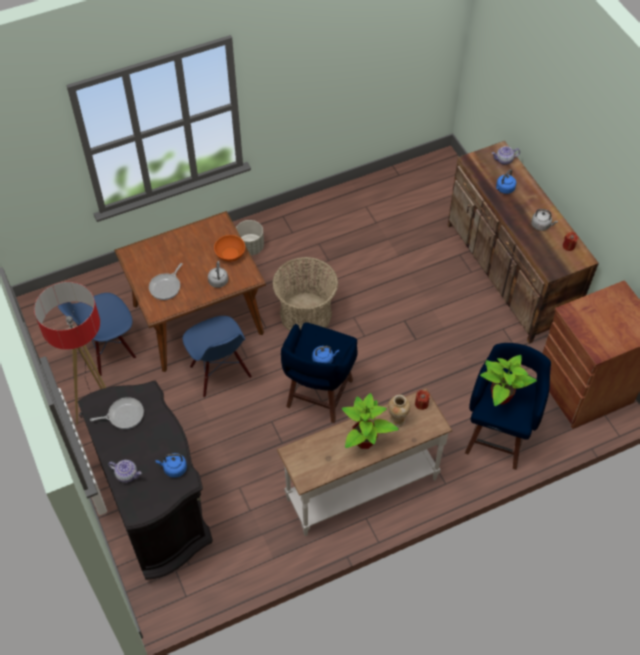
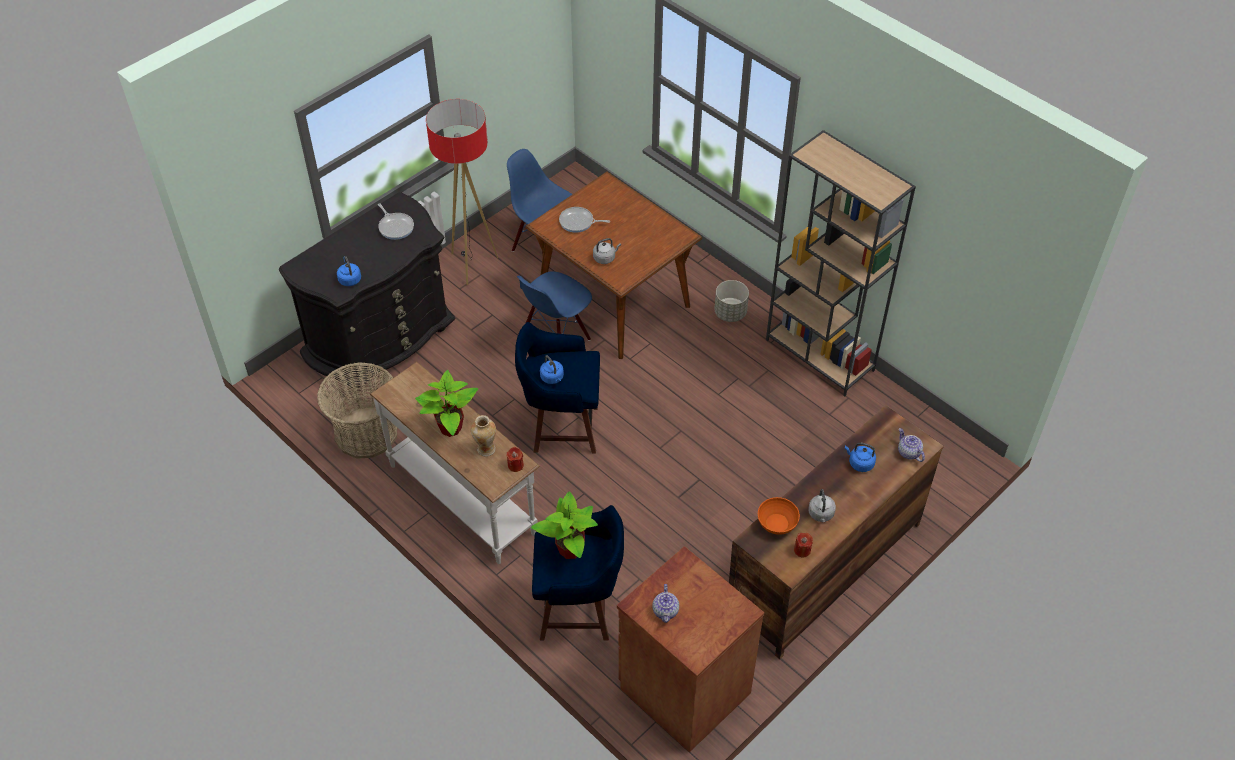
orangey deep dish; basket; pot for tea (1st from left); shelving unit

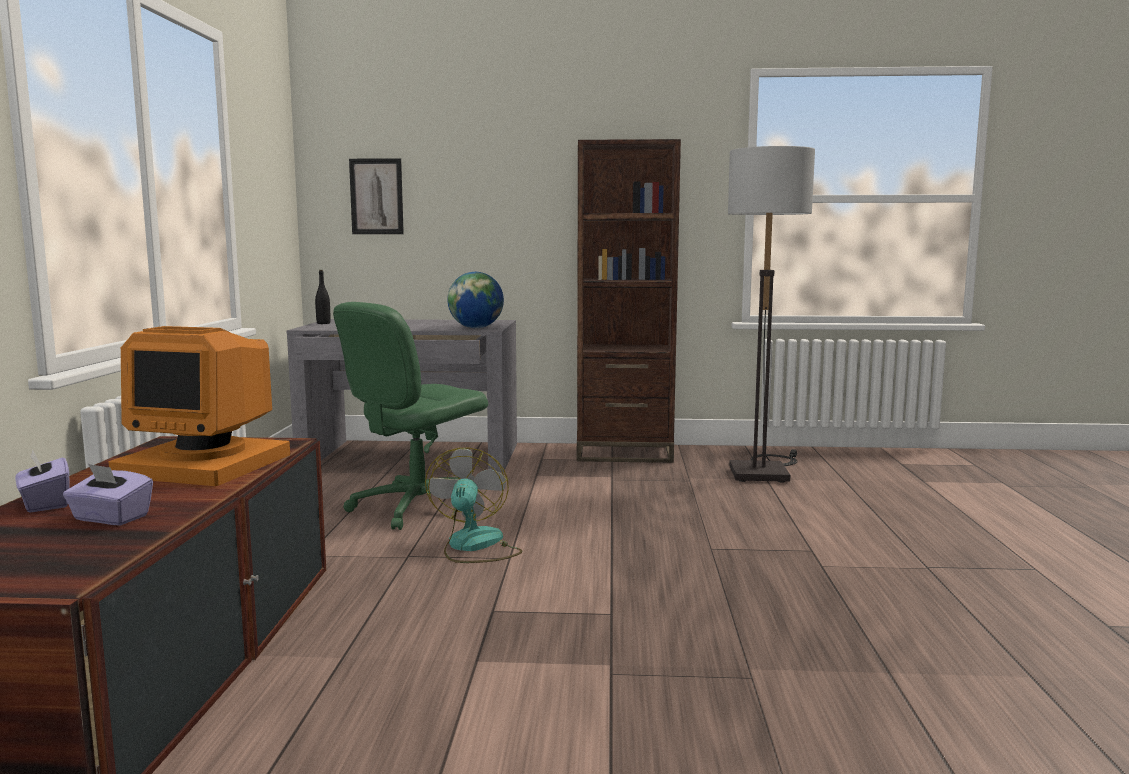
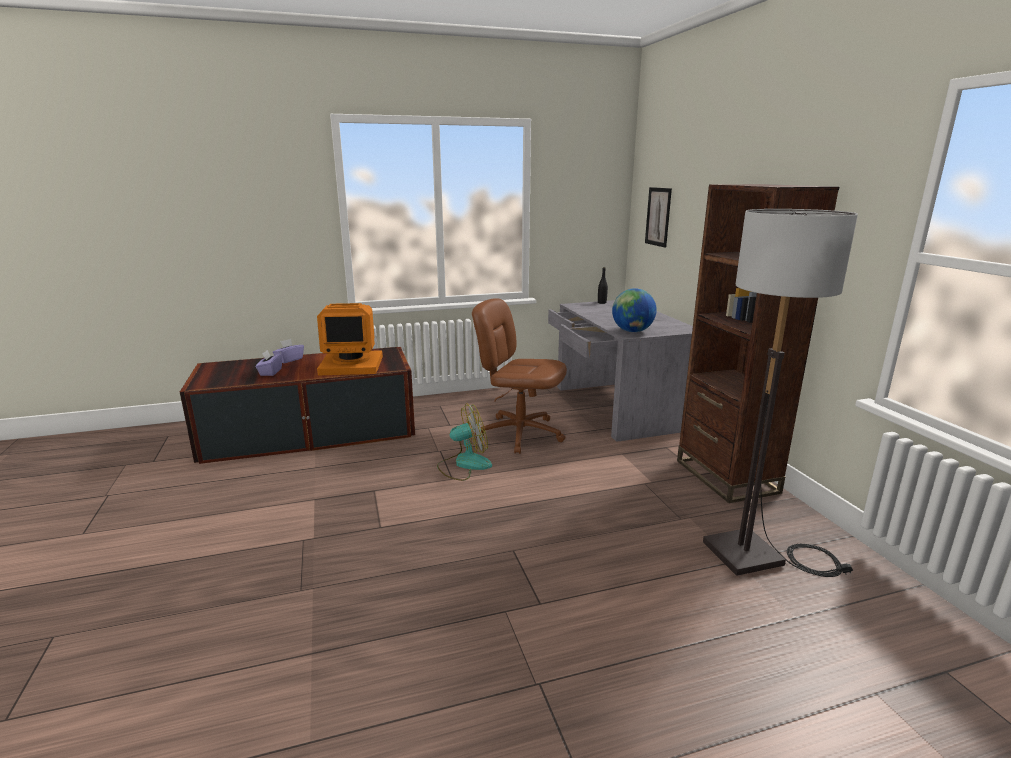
brown-coloured computer chair; computer screen

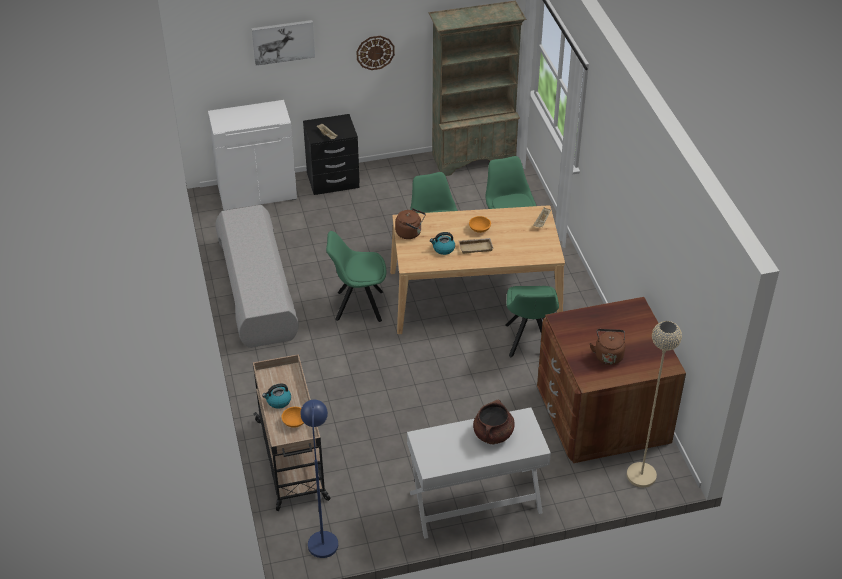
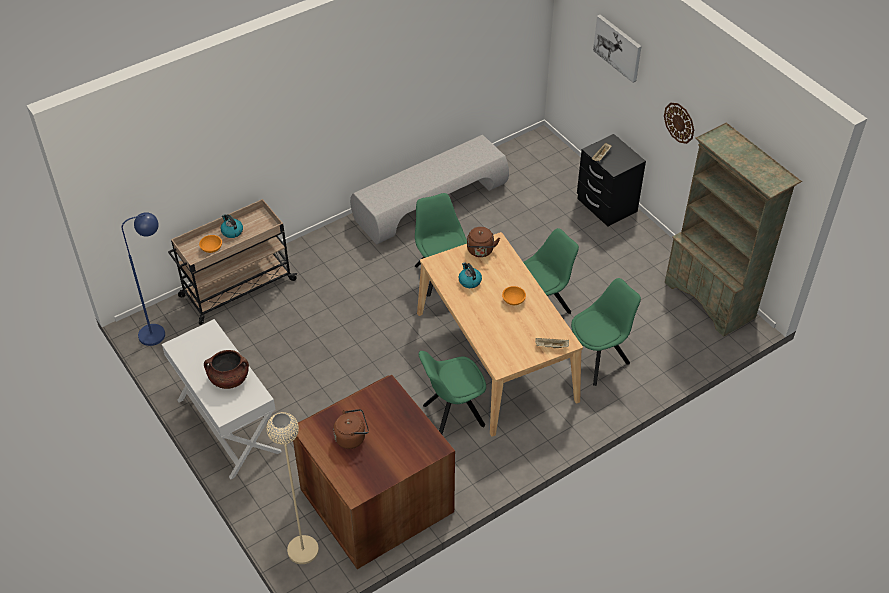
whitish cupboard; beige tray (2nd from left in the first image)

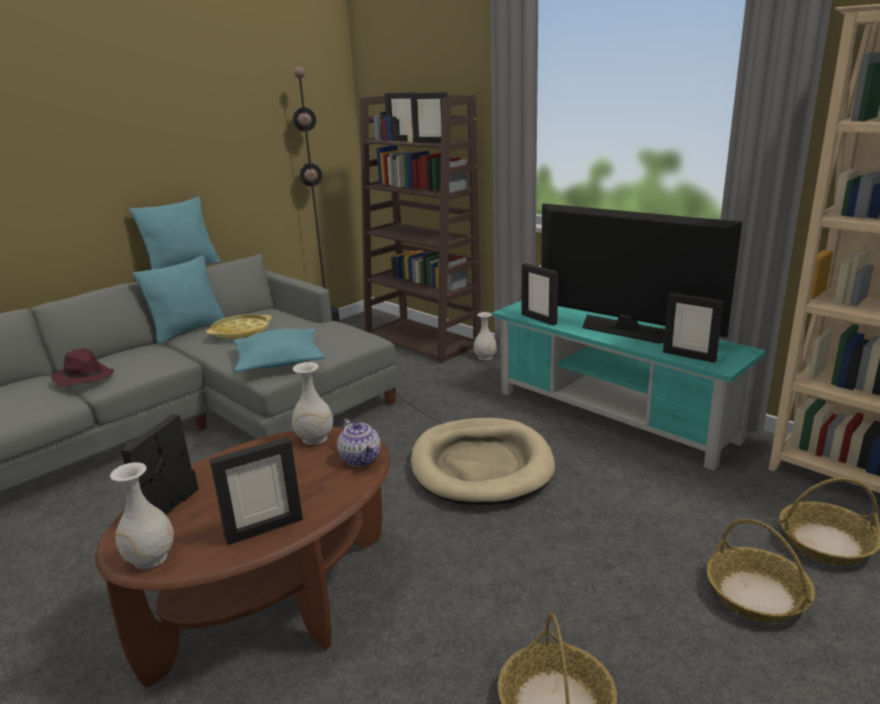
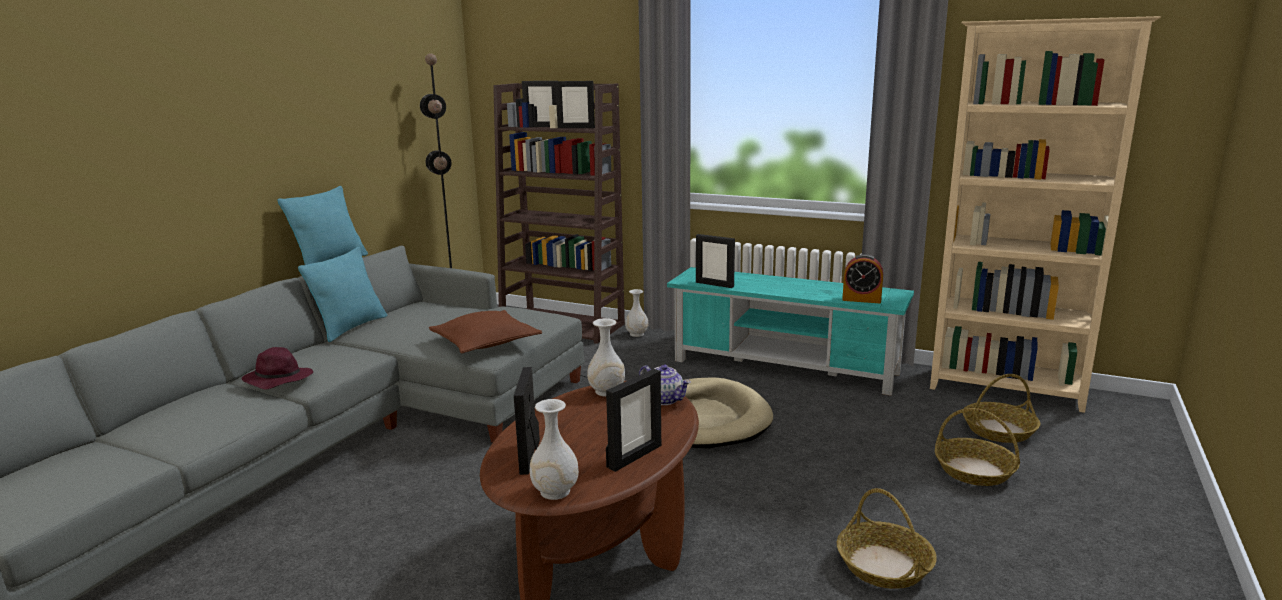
television; bedside clock; yellowish tray; brown-coloured cushion

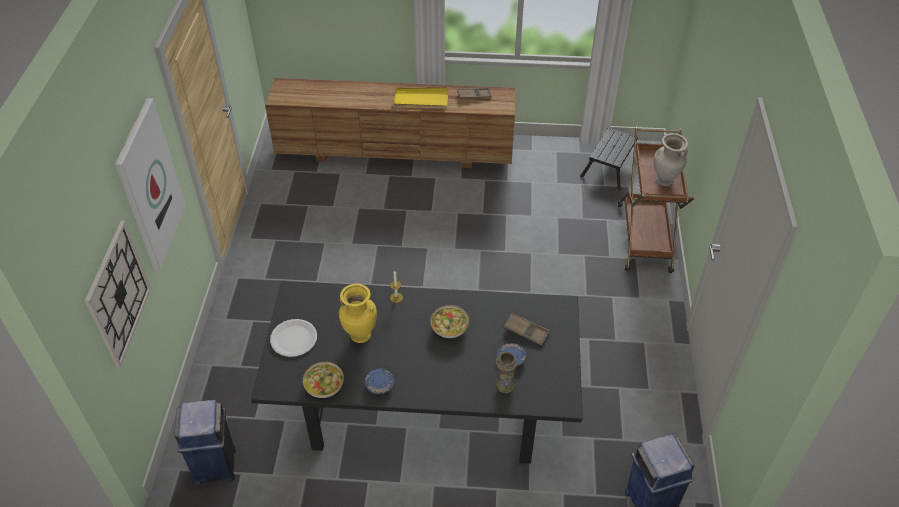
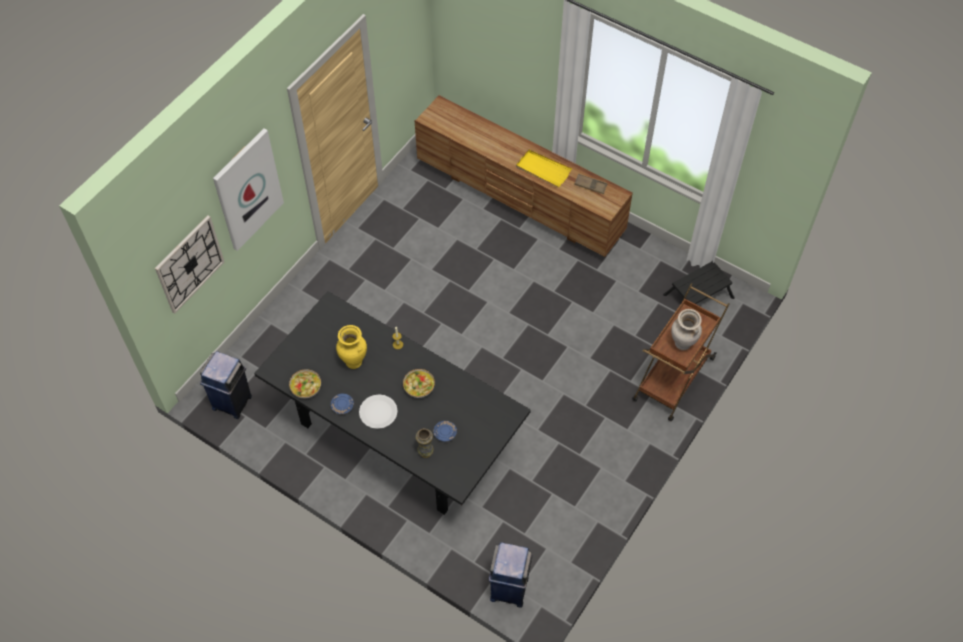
brown-coloured tray (2nd from left in the first image); whitish dinner plate

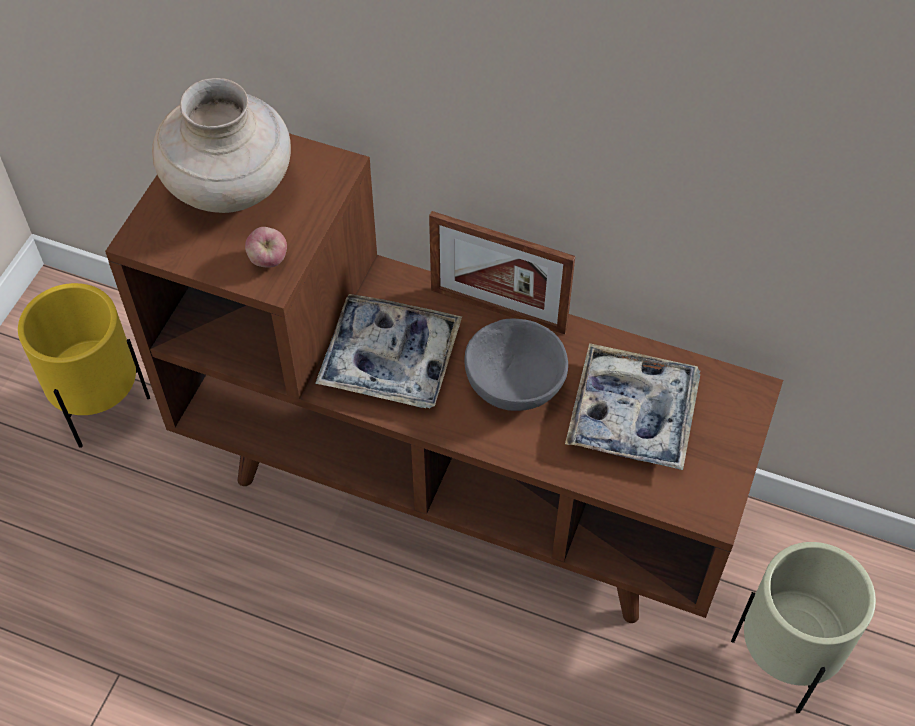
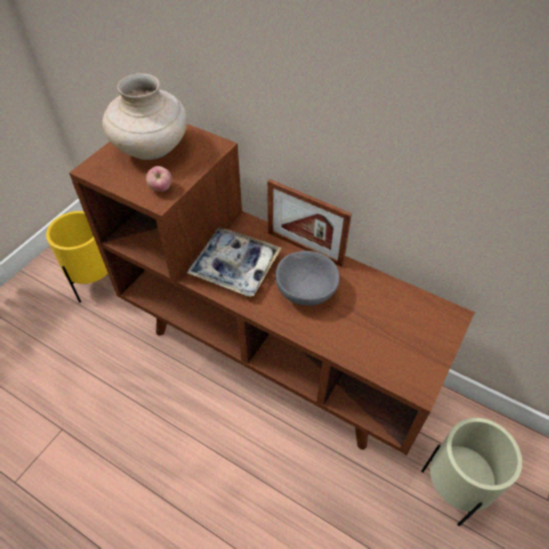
tray (2nd from left in the first image)

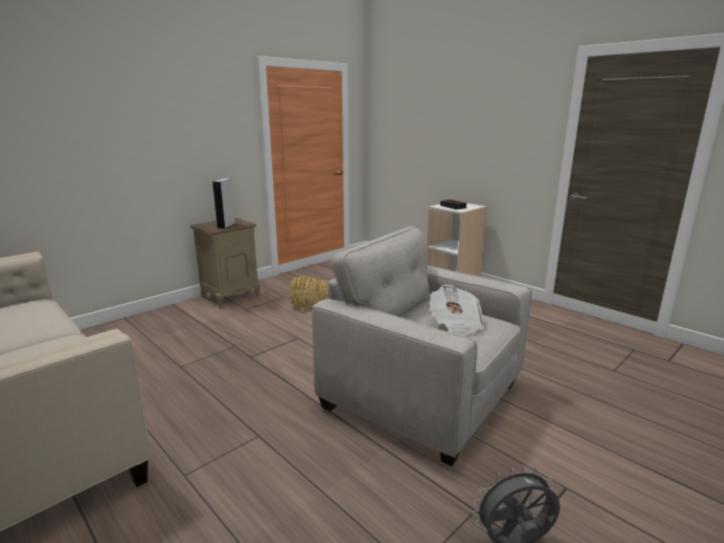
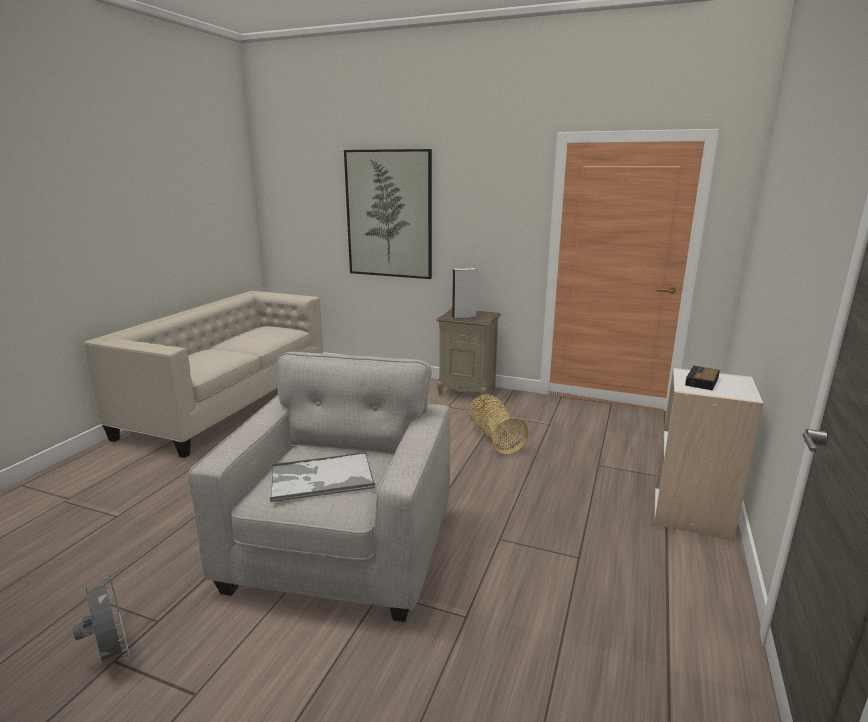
tray; wall art

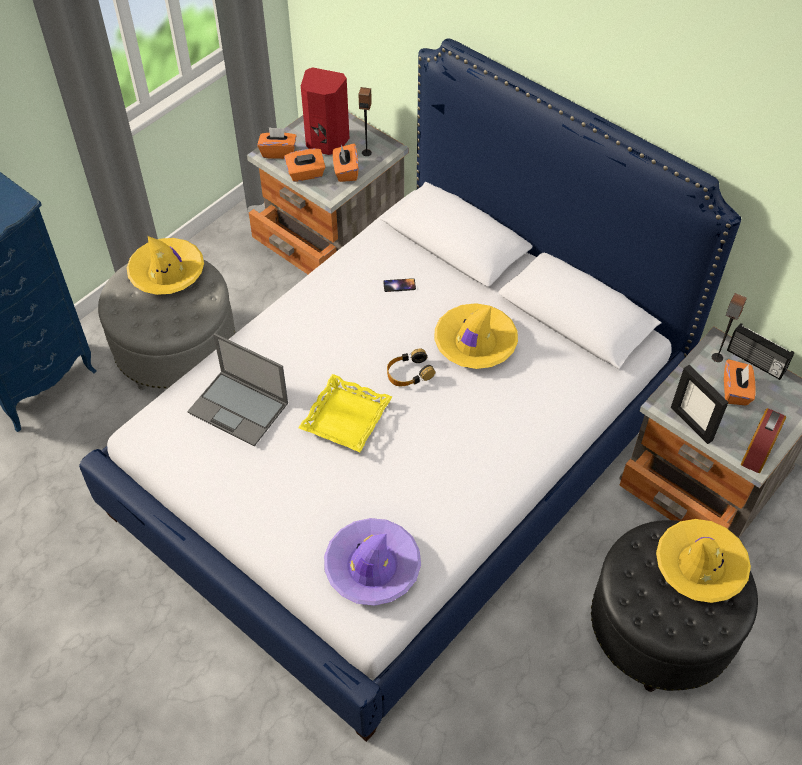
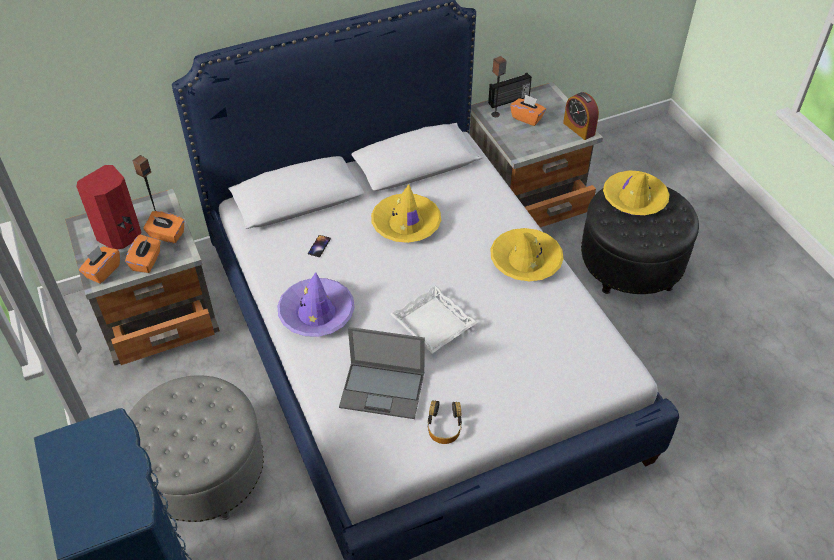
yellowish clothing hat (2nd from left); portable computer; pair of headphones; picture frame; whitish tray; purple-coloured clothing hat

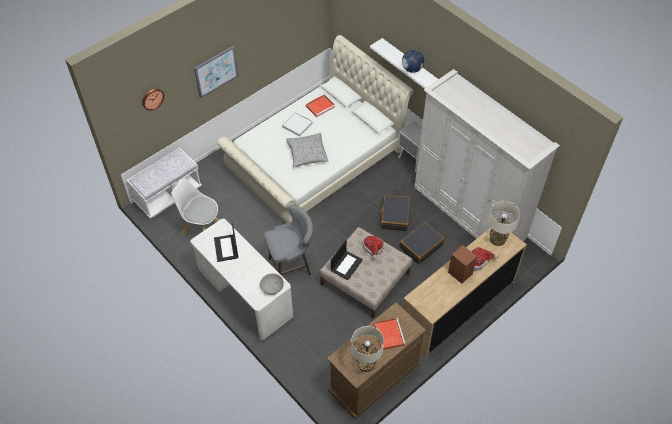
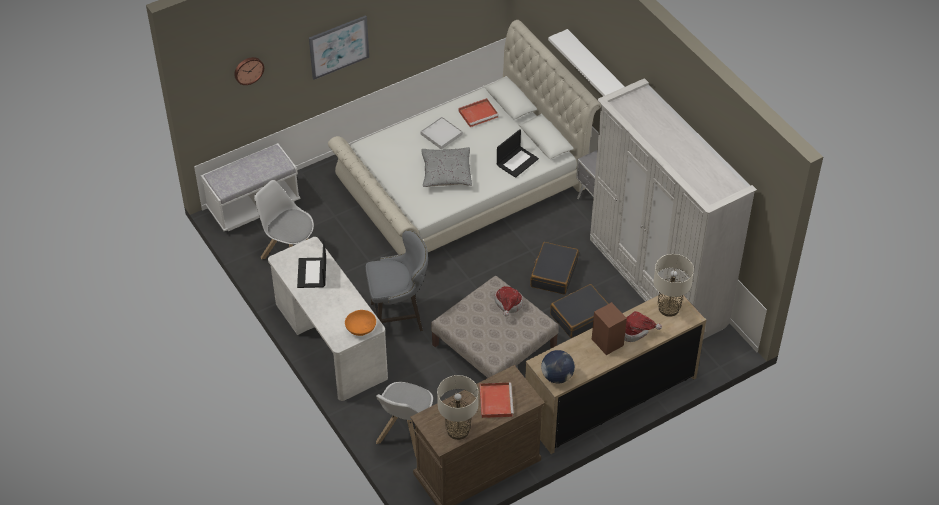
globe; portable computer (2nd from left); orangey deep dish; plain chair (2nd from left)

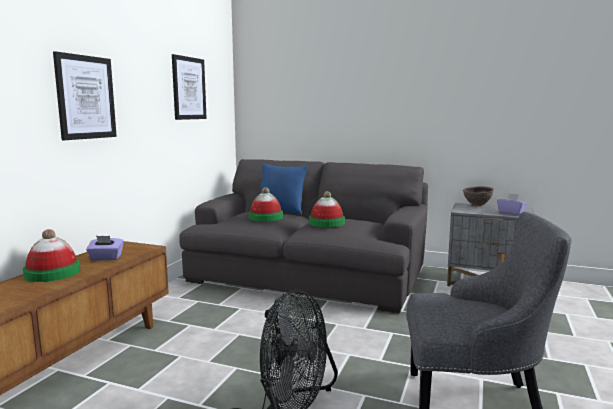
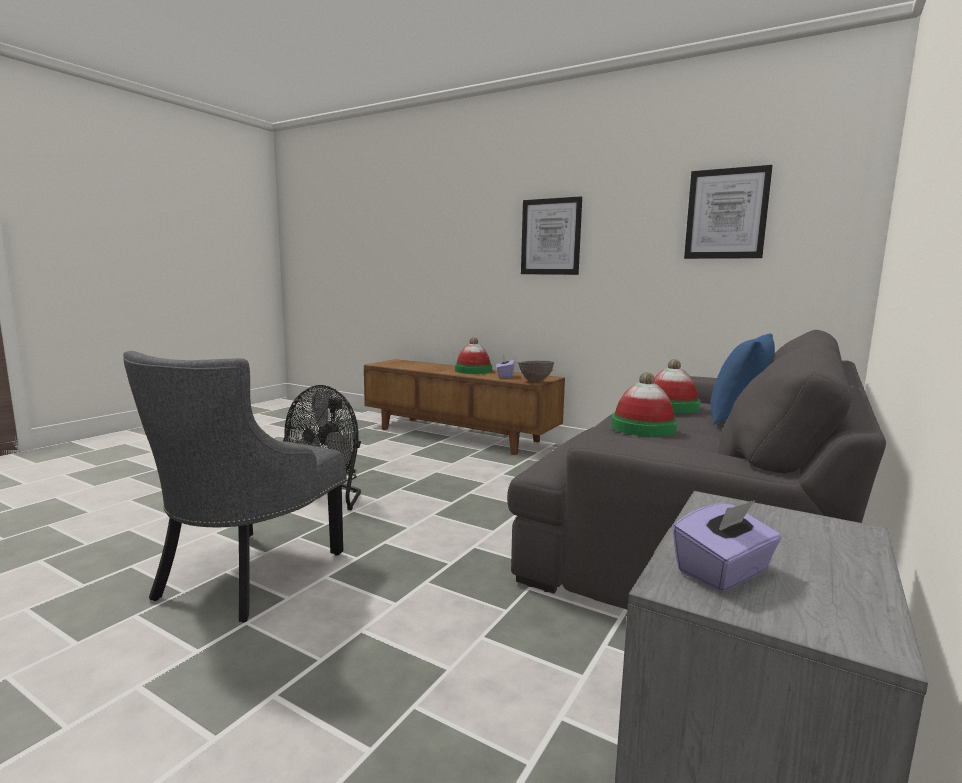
brown-coloured deep dish

